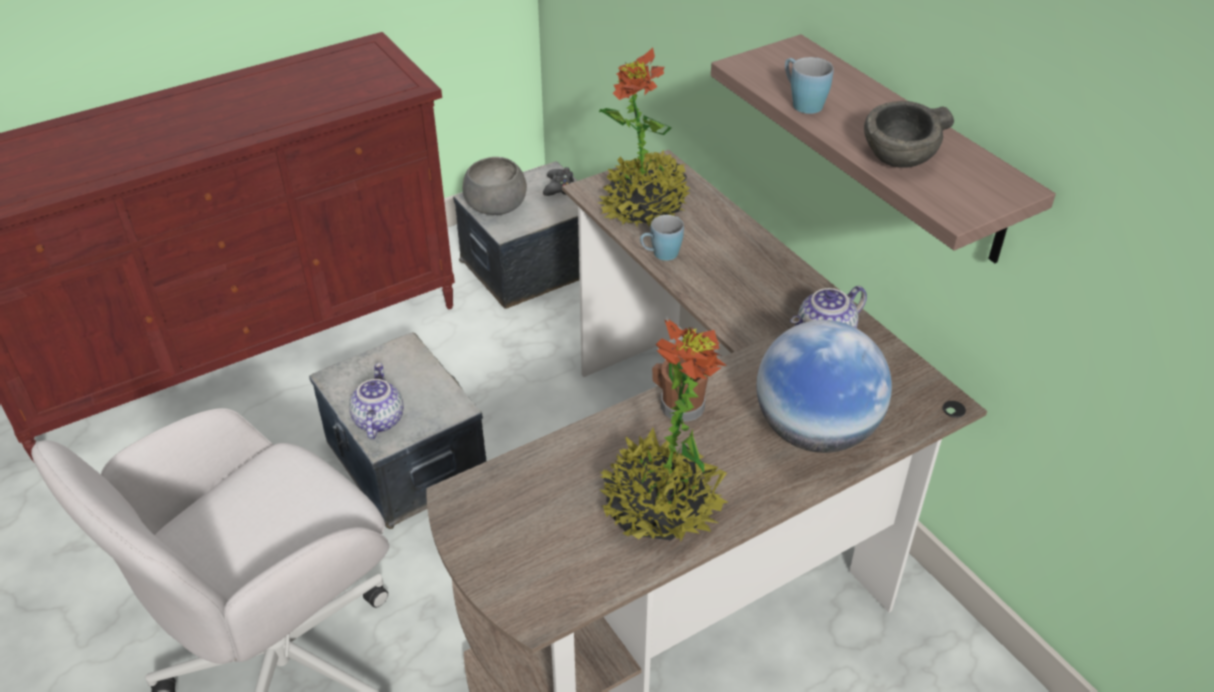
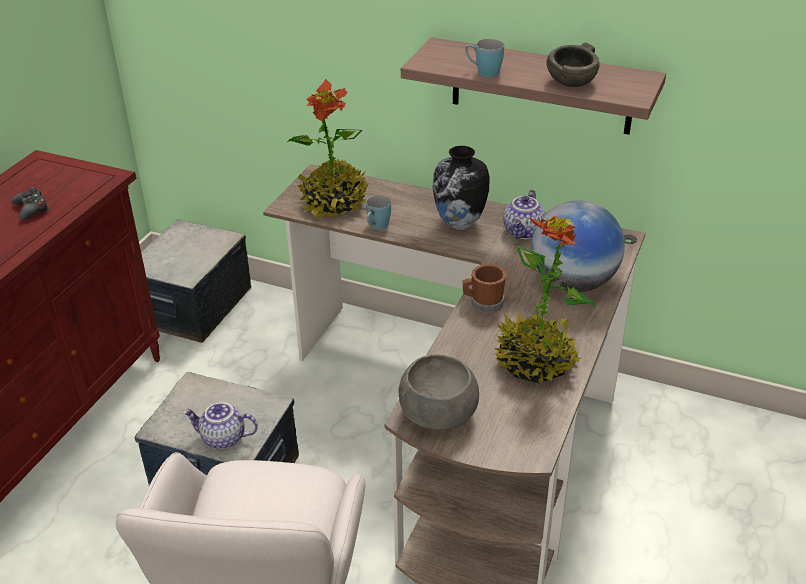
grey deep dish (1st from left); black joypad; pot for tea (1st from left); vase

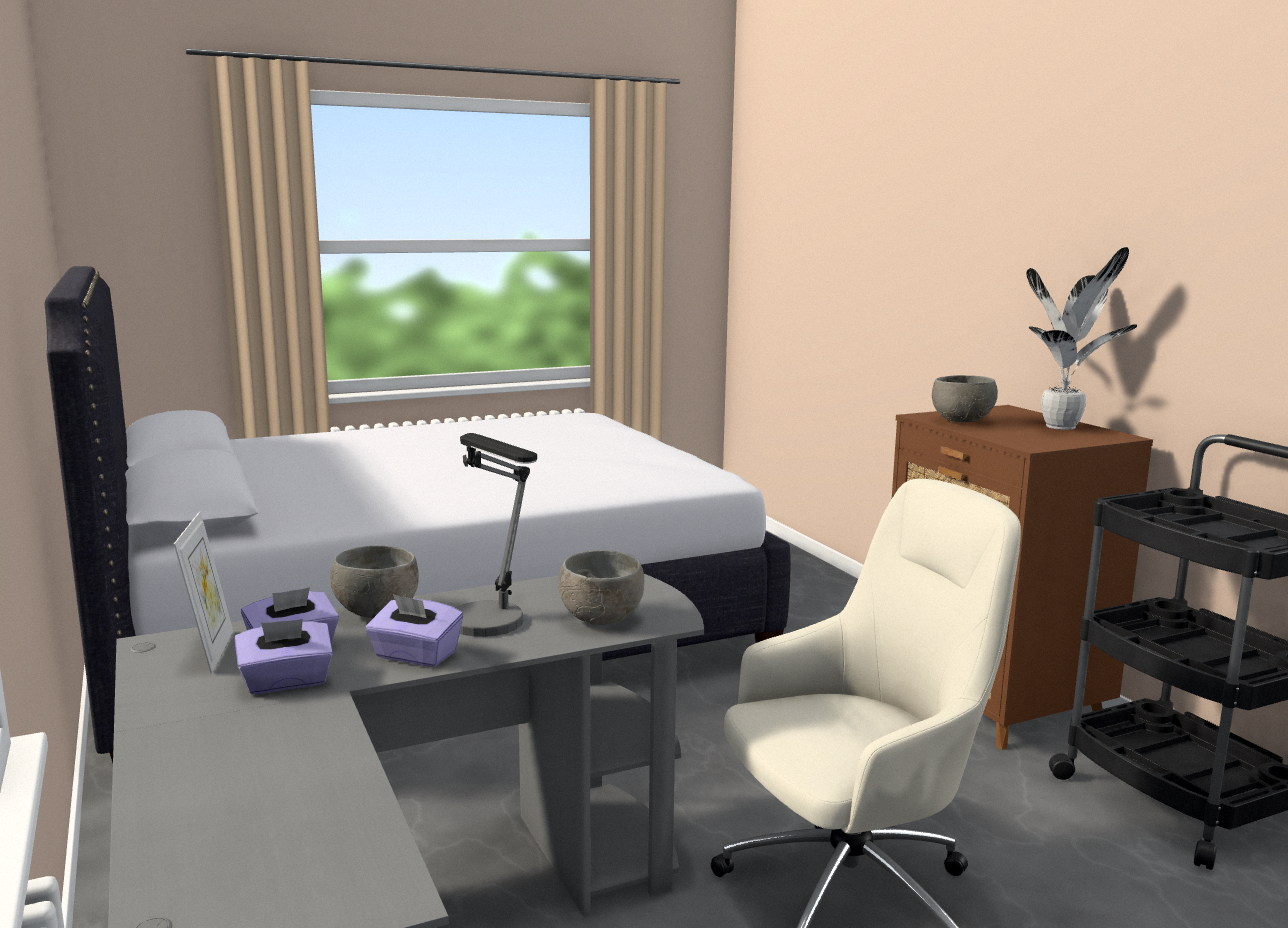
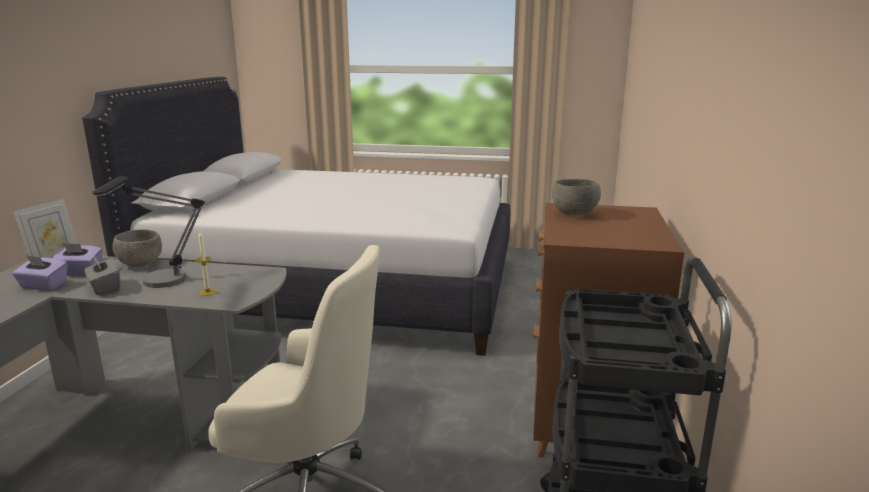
plant in a pot; wax candle; grey box of tissues

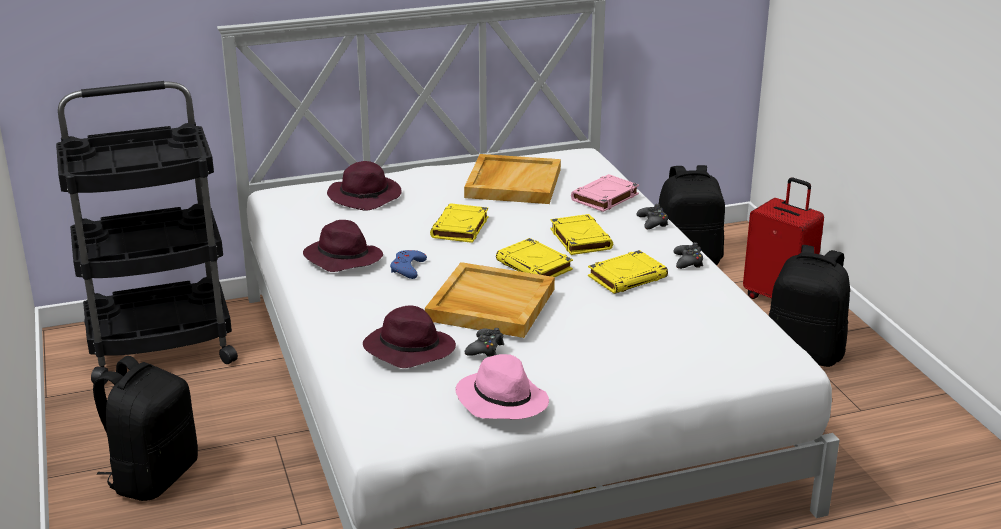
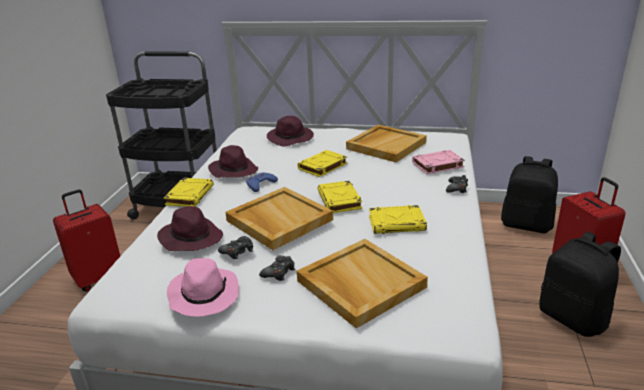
yellowish bound book (1st from left); black joypad (2nd from left); red piece of luggage (1st from left); beige tray (2nd from left)

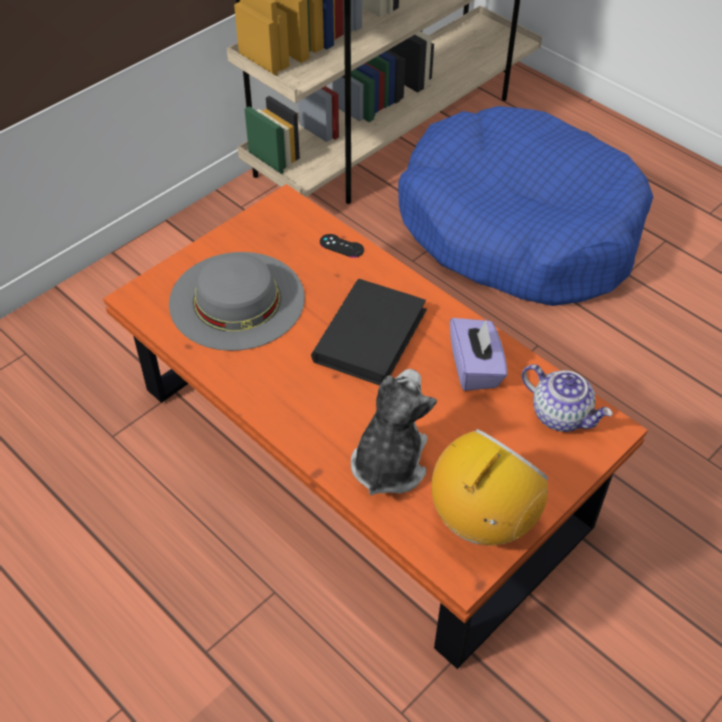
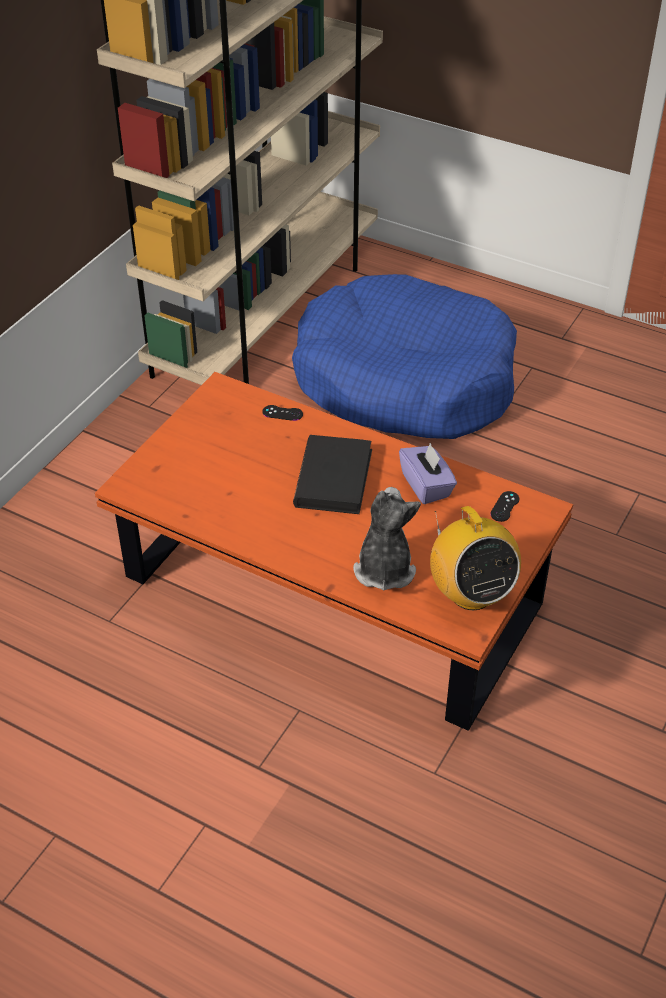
grey clothing hat; black joypad (2nd from left); radio receiver

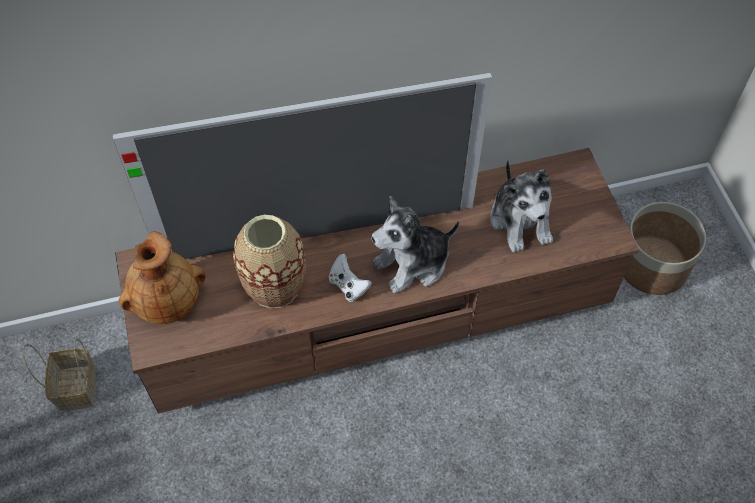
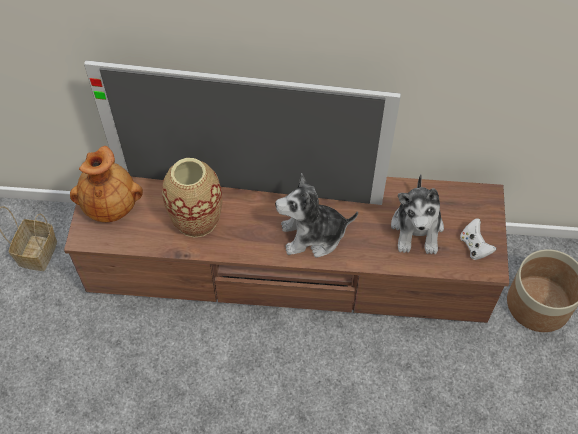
whitish joypad

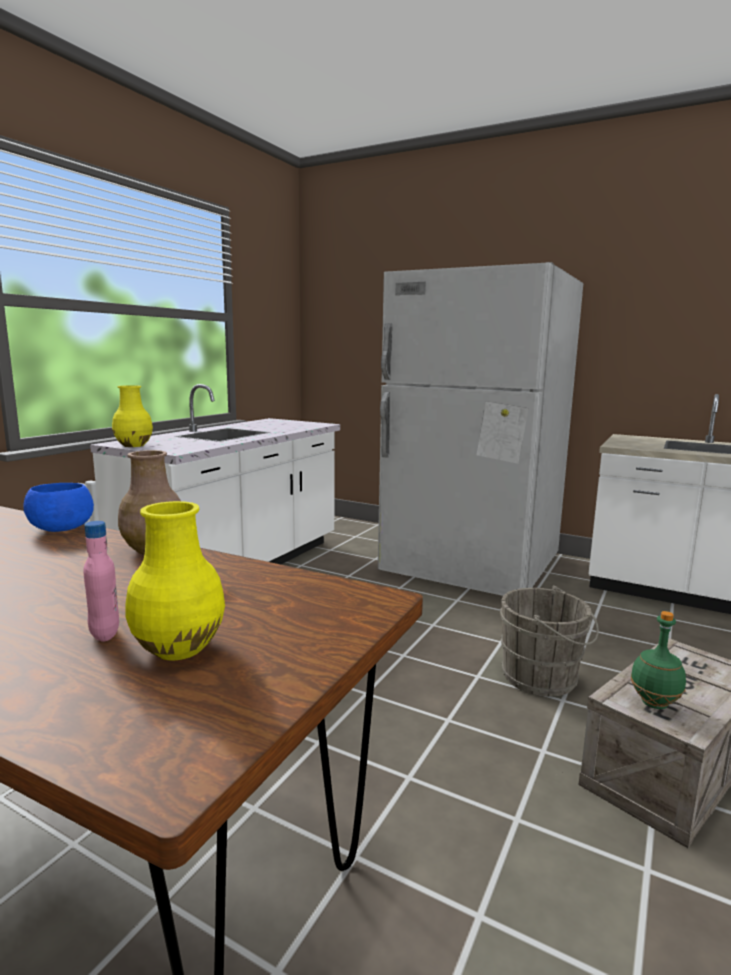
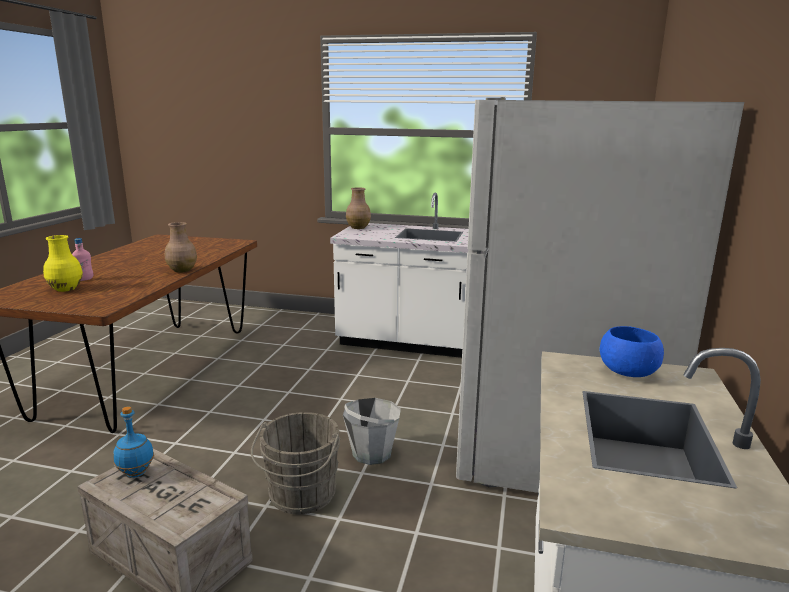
brown-coloured vase (2nd from left); blue-coloured deep dish; blue-coloured drink bottle; grey bucket (2nd from left)

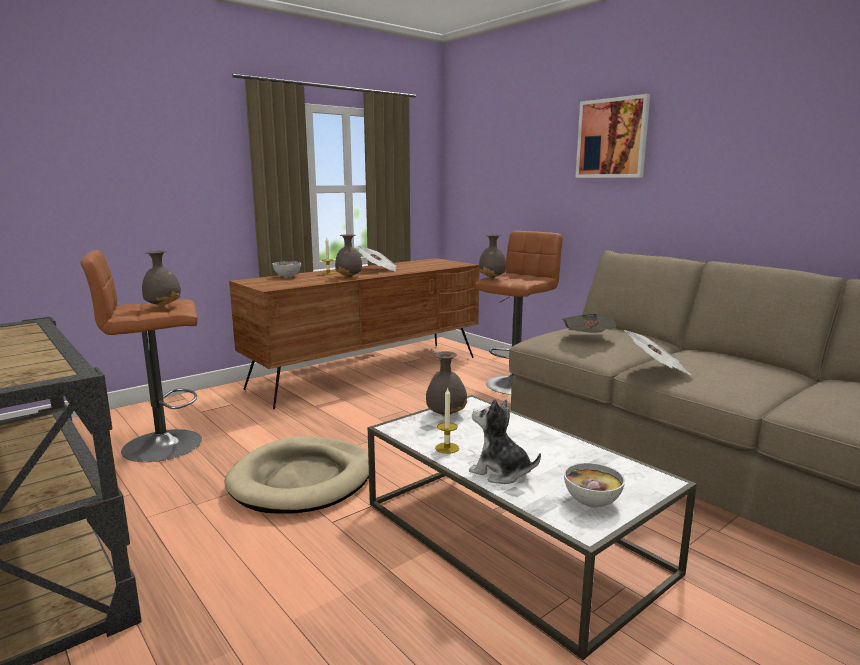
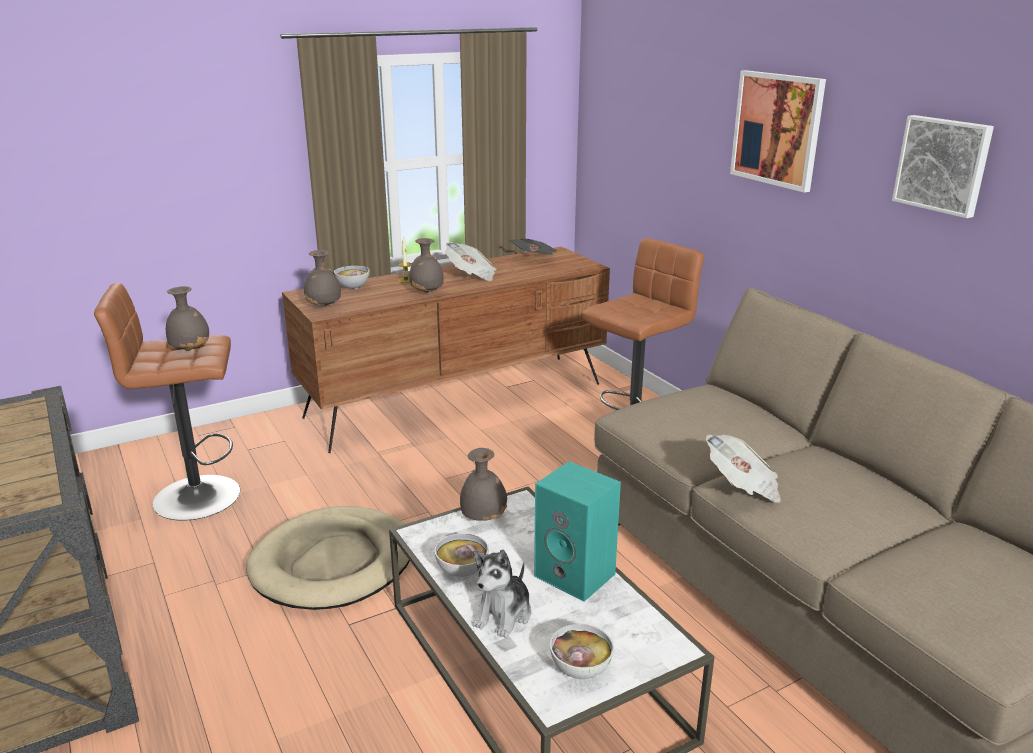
grey vase (2nd from left); daily paper (2nd from left); deep dish (2nd from left); soft toy; wall art (2nd from left); turquoise-coloured loudspeaker

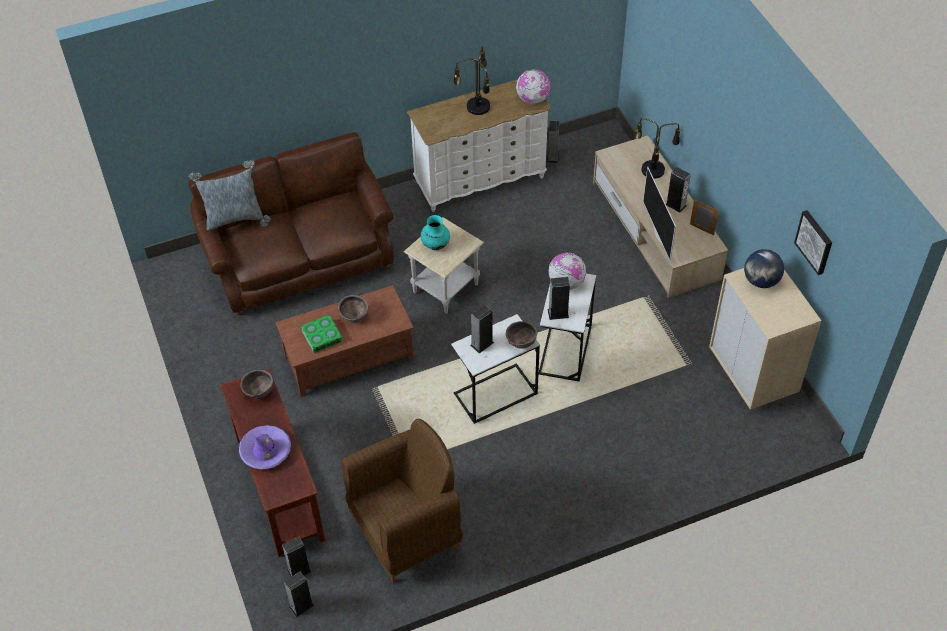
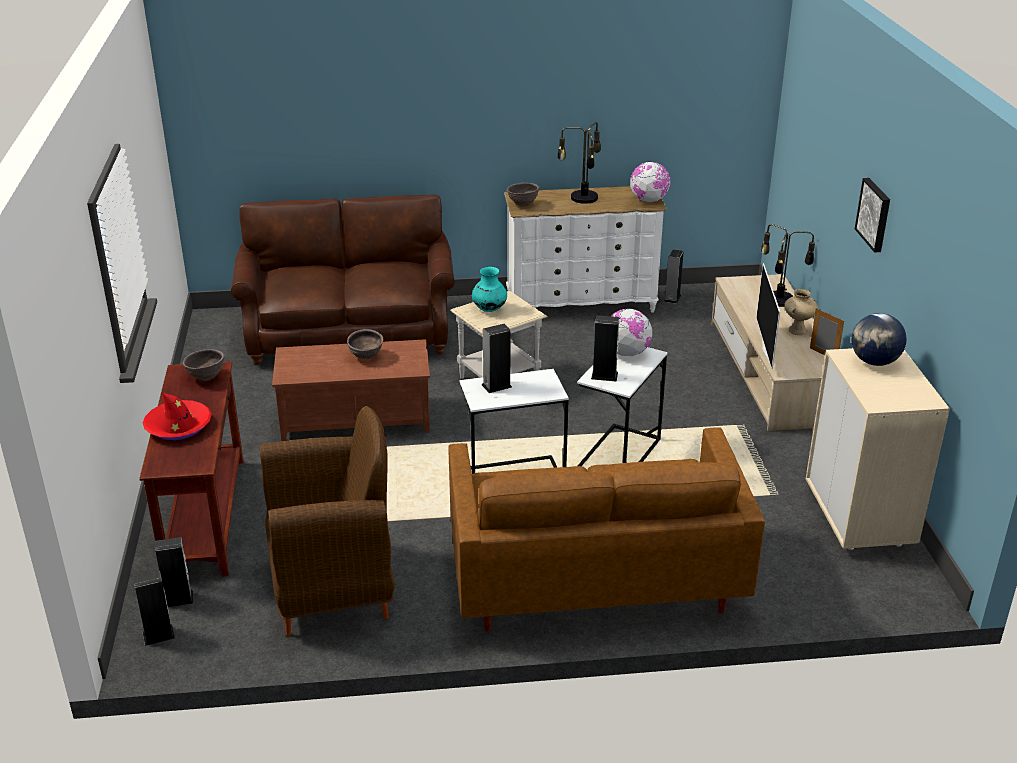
cushion; beige vase; wall art; bound book; brown-coloured deep dish (3rd from left); red clothing hat; brown-coloured couch (2nd from left)

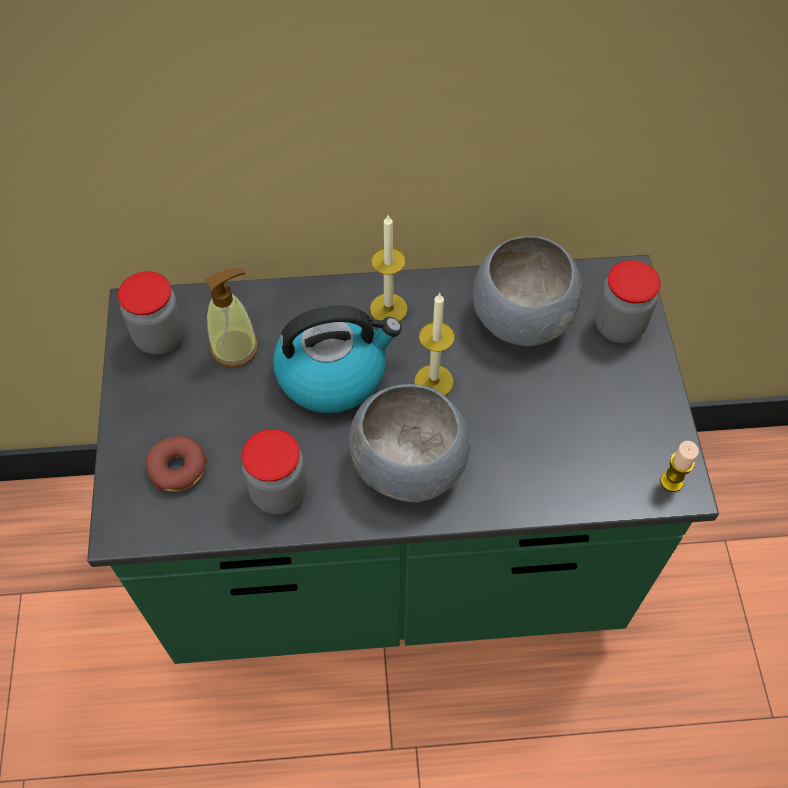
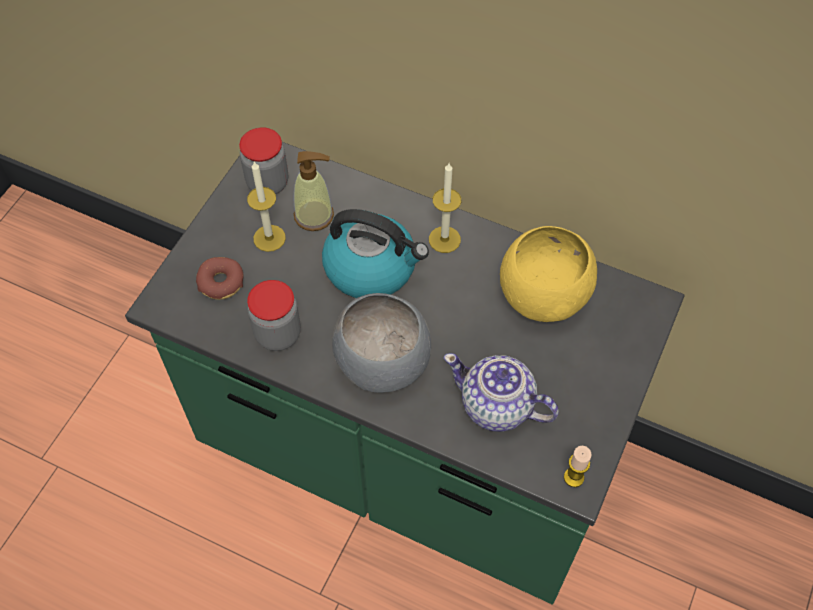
yellowish deep dish; jar (3rd from left in the first image); wax candle (1st from left); pot for tea

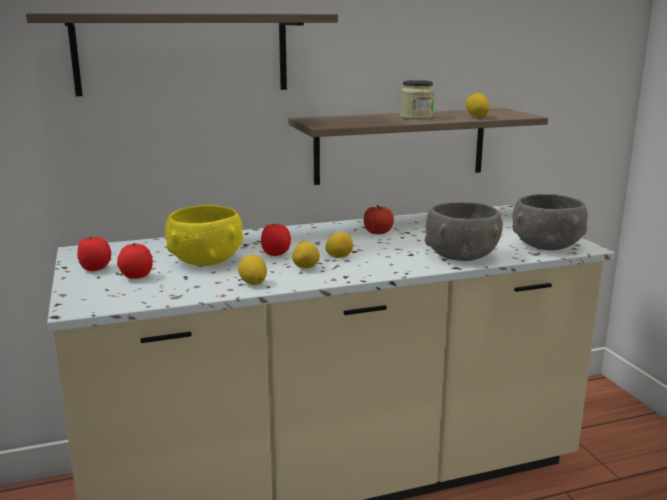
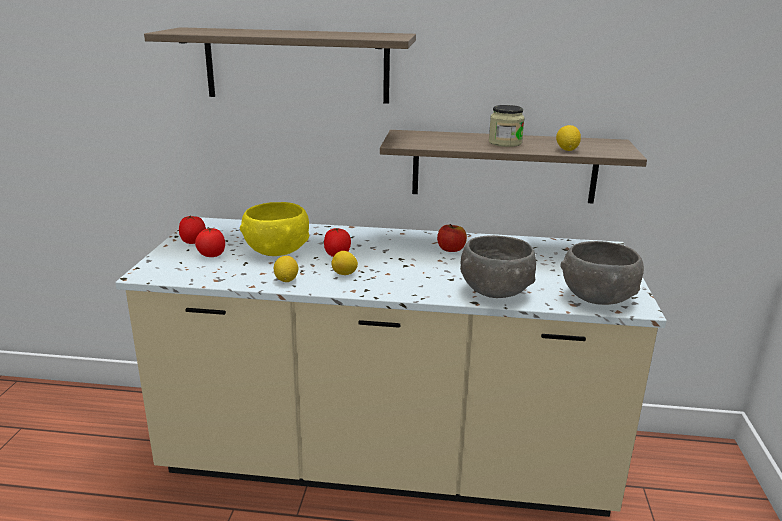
citrus fruit (3rd from left in the first image)

